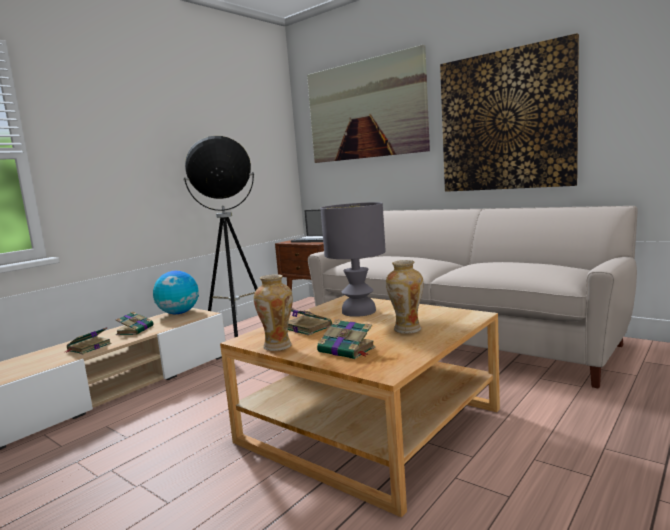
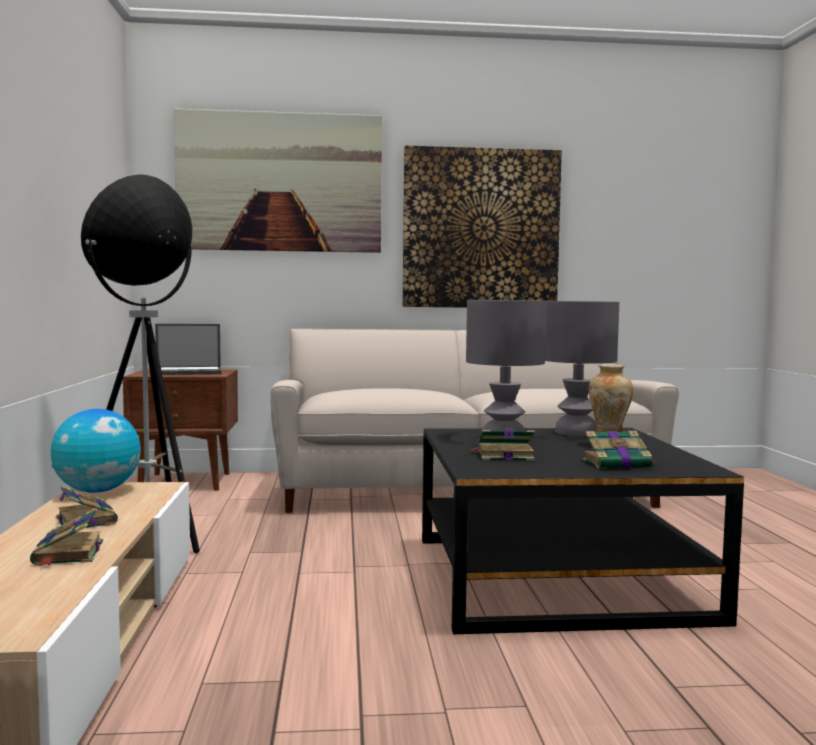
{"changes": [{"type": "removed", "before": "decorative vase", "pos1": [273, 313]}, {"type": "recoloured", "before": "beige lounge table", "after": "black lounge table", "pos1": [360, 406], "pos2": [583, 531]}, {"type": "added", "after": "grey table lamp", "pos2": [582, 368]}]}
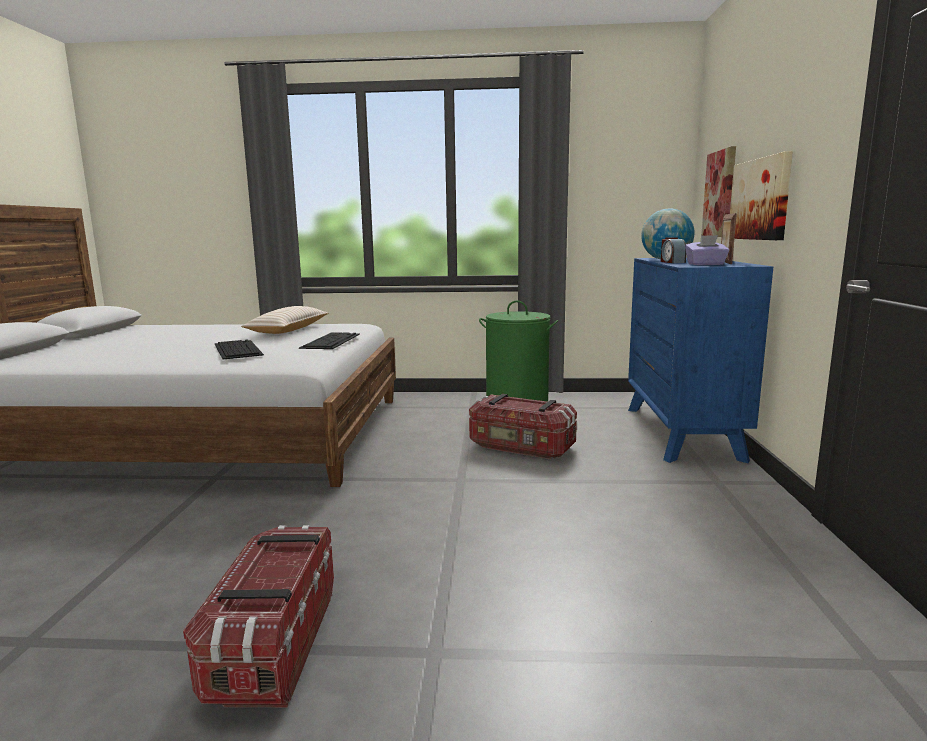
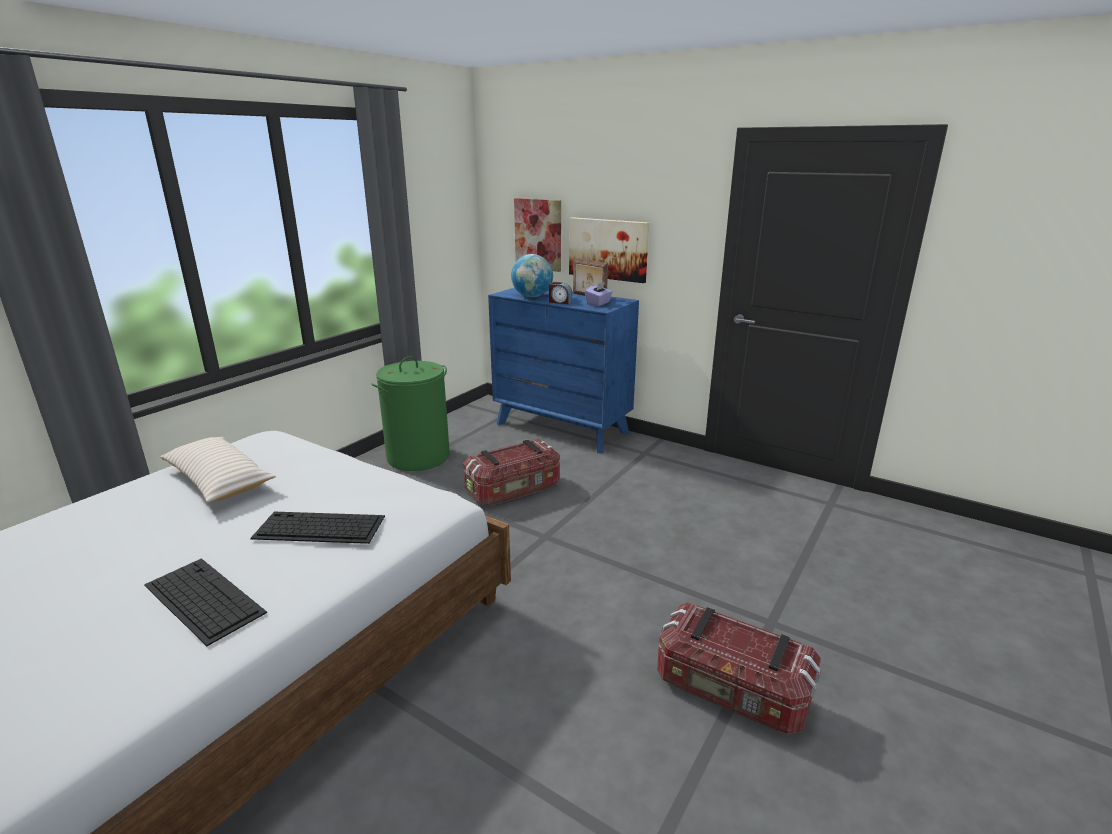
{"changes": [{"type": "moved", "before": "PC keyboard", "pos1": [329, 340], "pos2": [205, 602]}]}
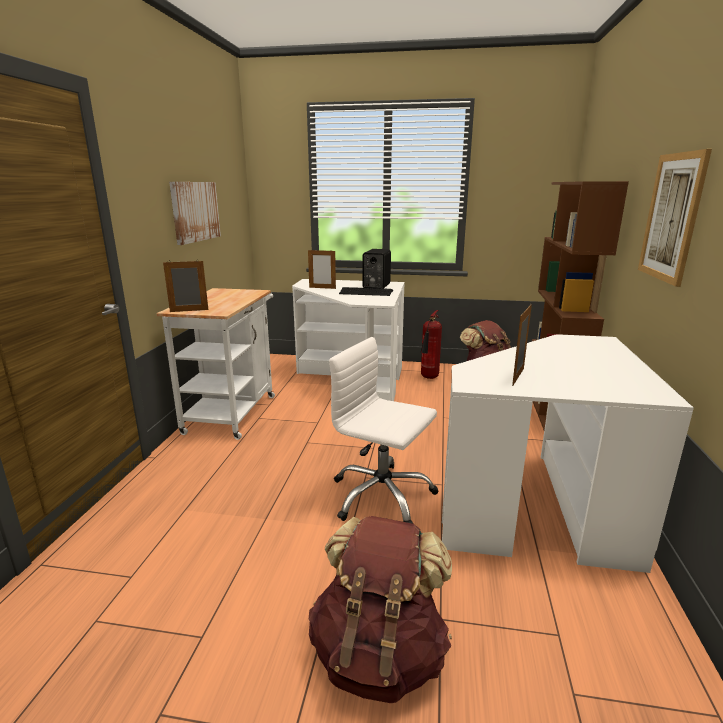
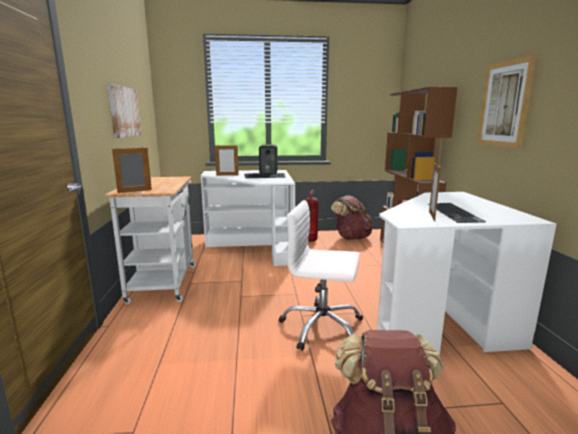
{"changes": [{"type": "added", "after": "PC keyboard", "pos2": [457, 213]}]}
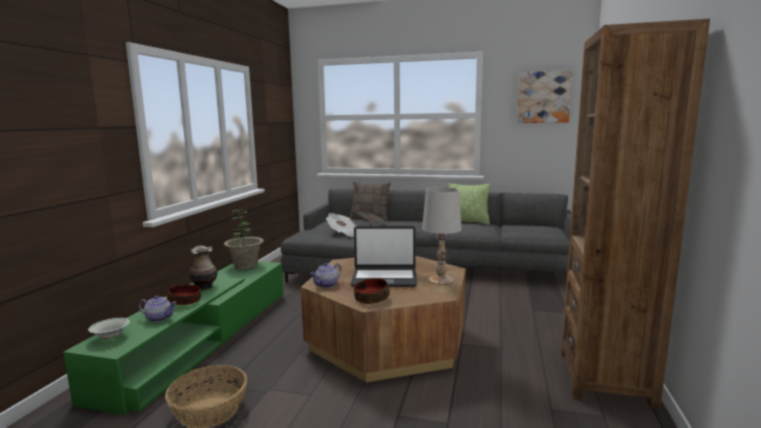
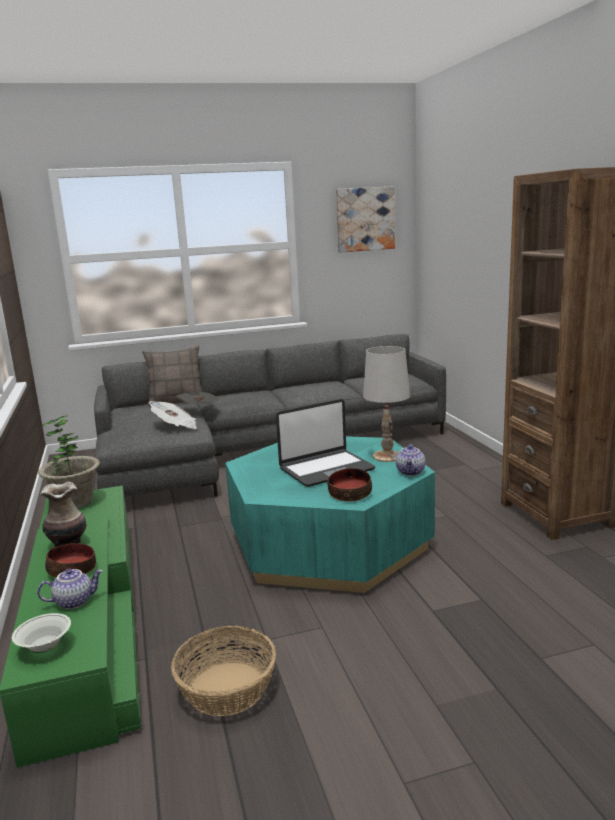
{"changes": [{"type": "removed", "before": "pillow", "pos1": [469, 204]}, {"type": "recoloured", "before": "brown lounge table", "after": "turquoise lounge table", "pos1": [383, 319], "pos2": [330, 514]}, {"type": "moved", "before": "teapot", "pos1": [326, 275], "pos2": [410, 460]}]}
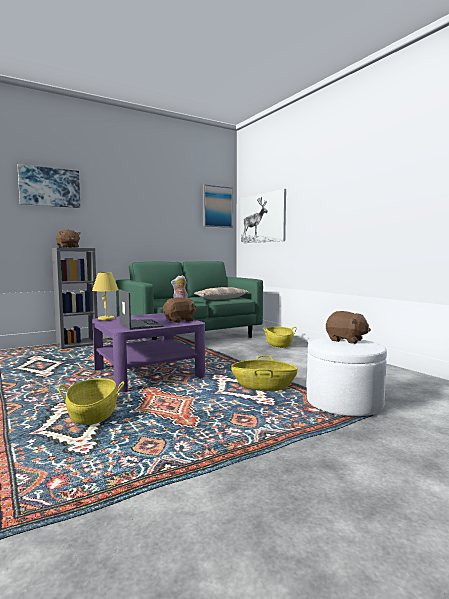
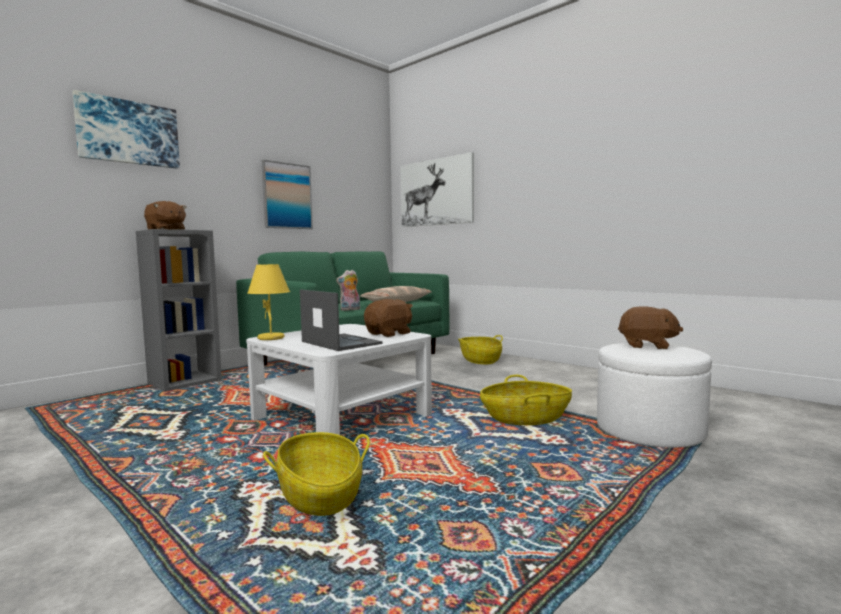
{"changes": [{"type": "moved", "before": "wall picture", "pos1": [218, 206], "pos2": [287, 194]}, {"type": "recoloured", "before": "purplish lounge table", "after": "white lounge table", "pos1": [148, 353], "pos2": [339, 379]}]}
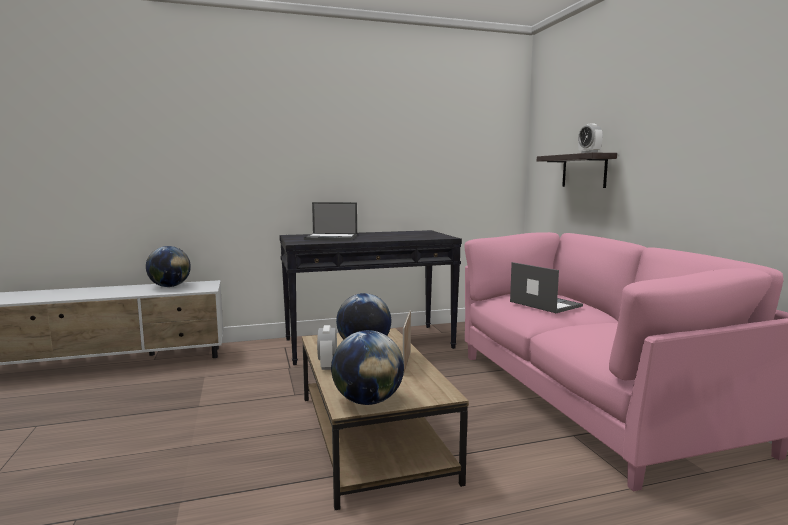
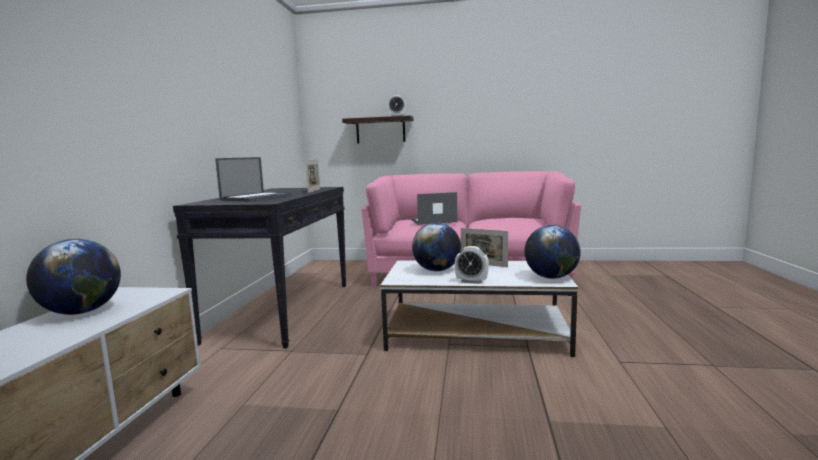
{"changes": [{"type": "recoloured", "before": "brown lounge table", "after": "white lounge table", "pos1": [385, 419], "pos2": [479, 309]}, {"type": "added", "after": "standing frame", "pos2": [313, 176]}]}
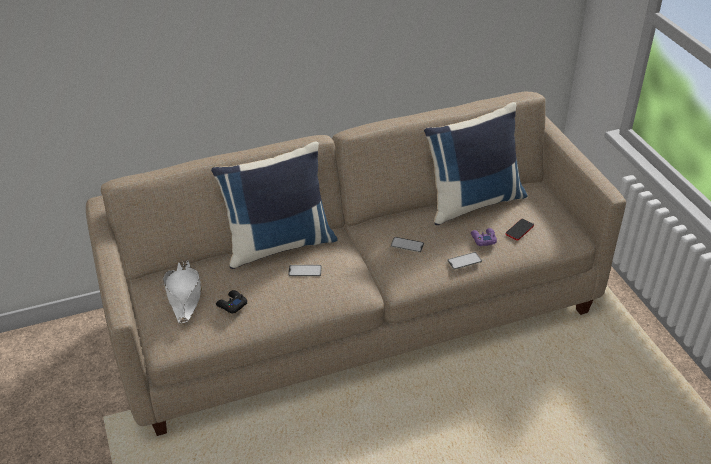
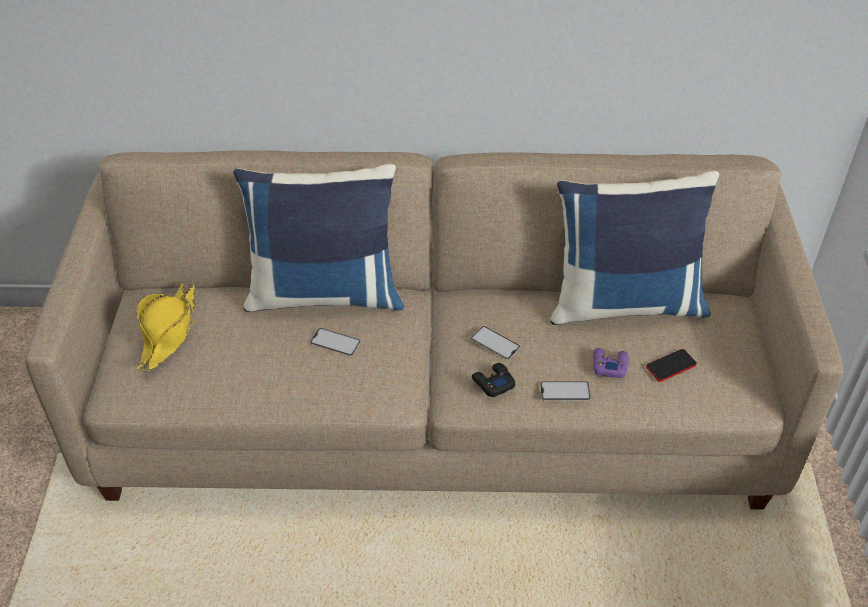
{"changes": [{"type": "recoloured", "before": "white clothing hat", "after": "yellowish clothing hat", "pos1": [182, 292], "pos2": [165, 327]}, {"type": "moved", "before": "black joypad", "pos1": [231, 302], "pos2": [493, 380]}]}
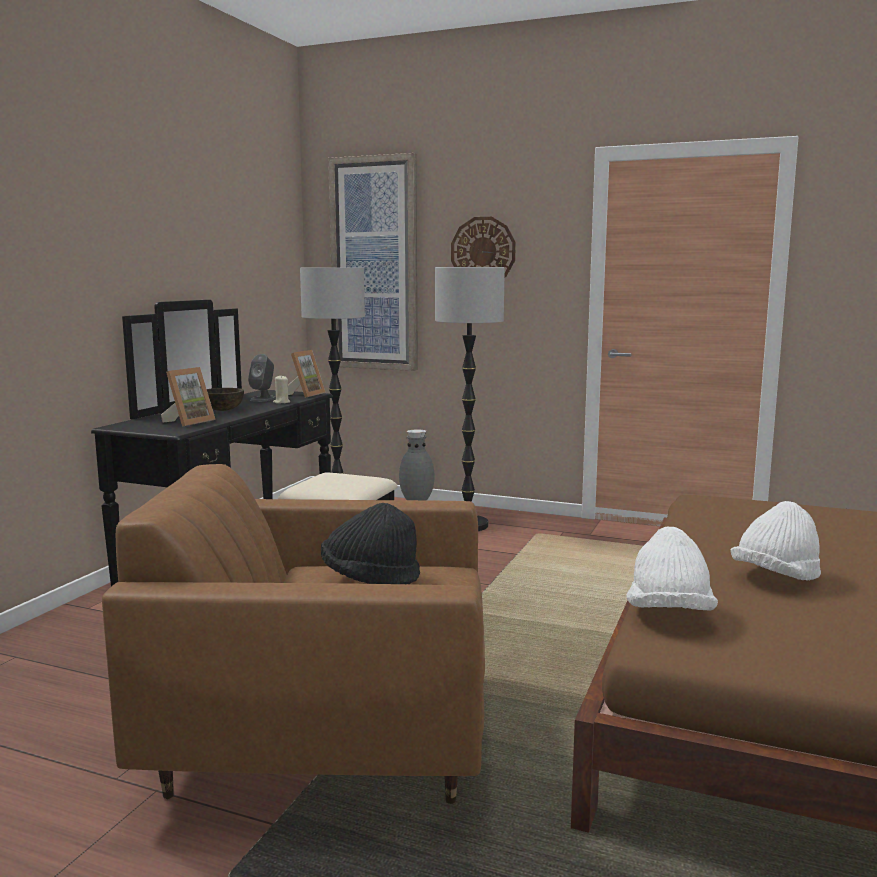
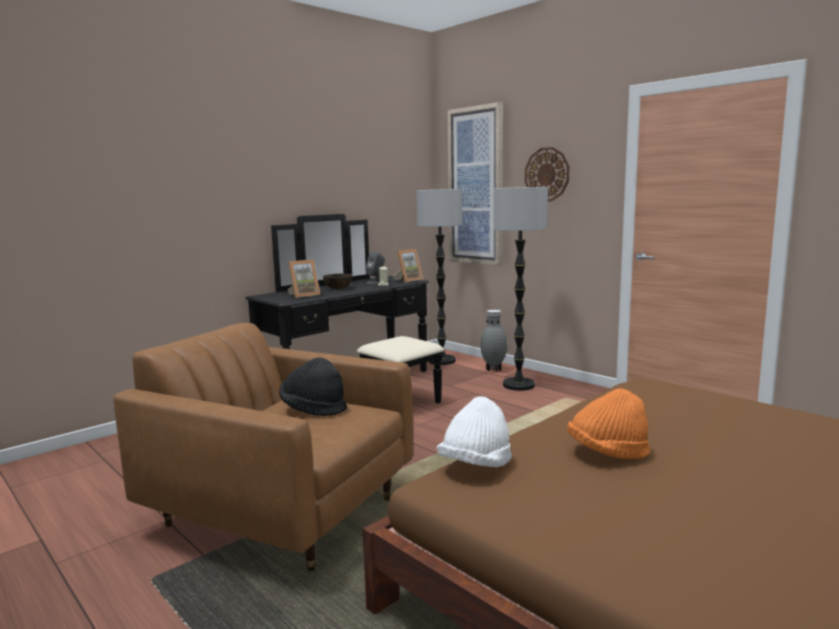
{"changes": [{"type": "recoloured", "before": "white clothing hat", "after": "orange clothing hat", "pos1": [775, 541], "pos2": [608, 423]}]}
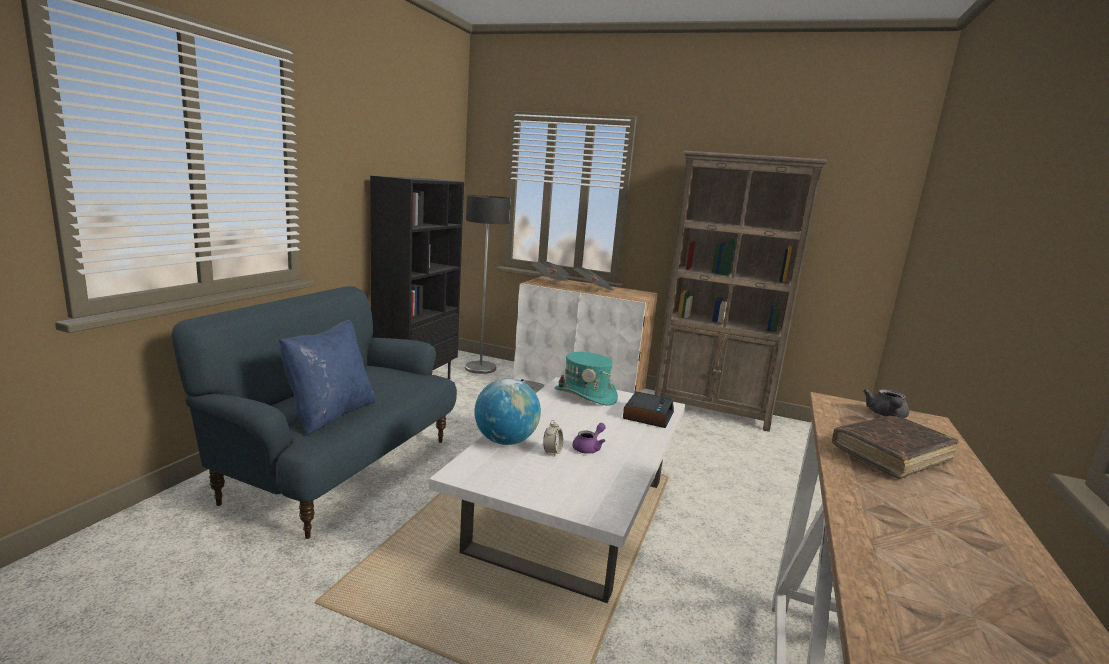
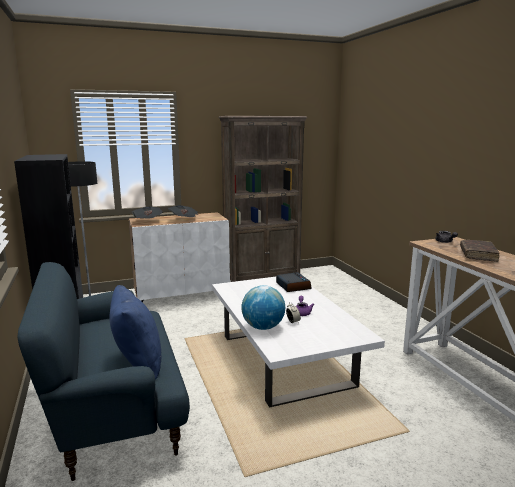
{"changes": [{"type": "removed", "before": "turquoise clothing hat", "pos1": [586, 379]}]}
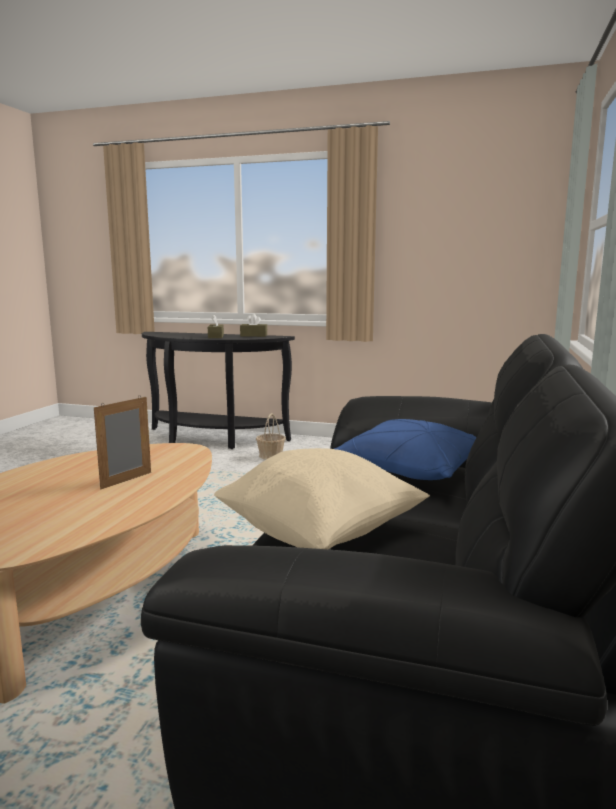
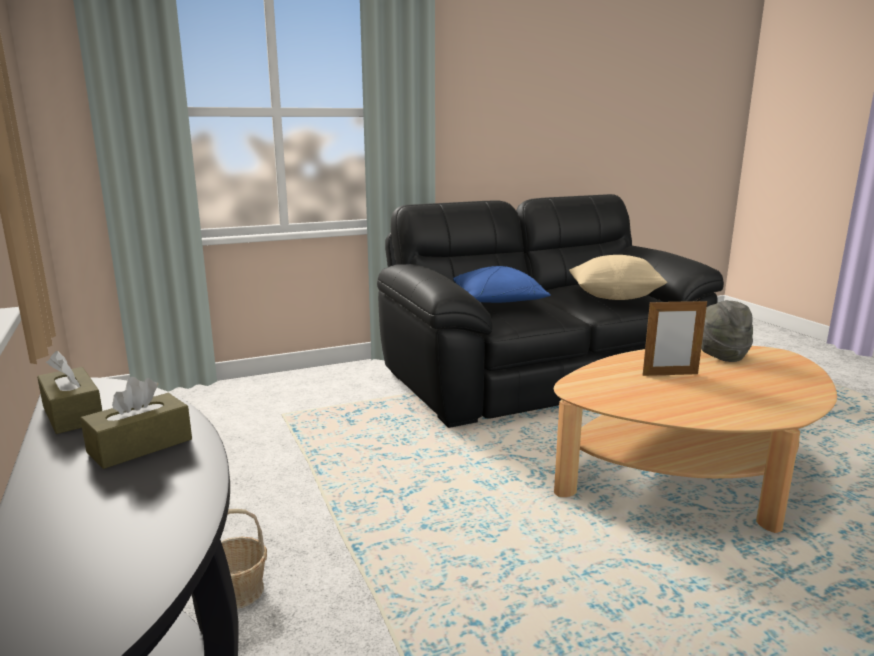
{"changes": [{"type": "added", "after": "grey clothing hat", "pos2": [727, 331]}]}
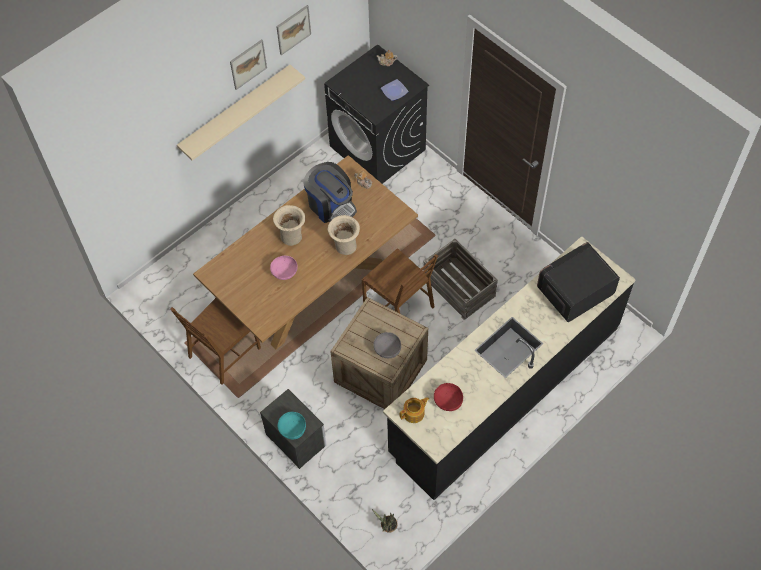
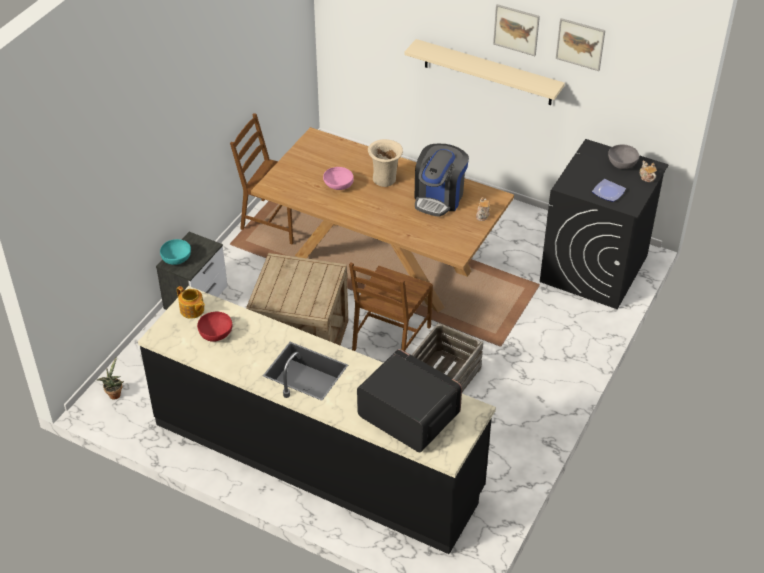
{"changes": [{"type": "removed", "before": "beige decorative vase", "pos1": [344, 235]}, {"type": "moved", "before": "grey deep dish", "pos1": [387, 345], "pos2": [623, 157]}]}
